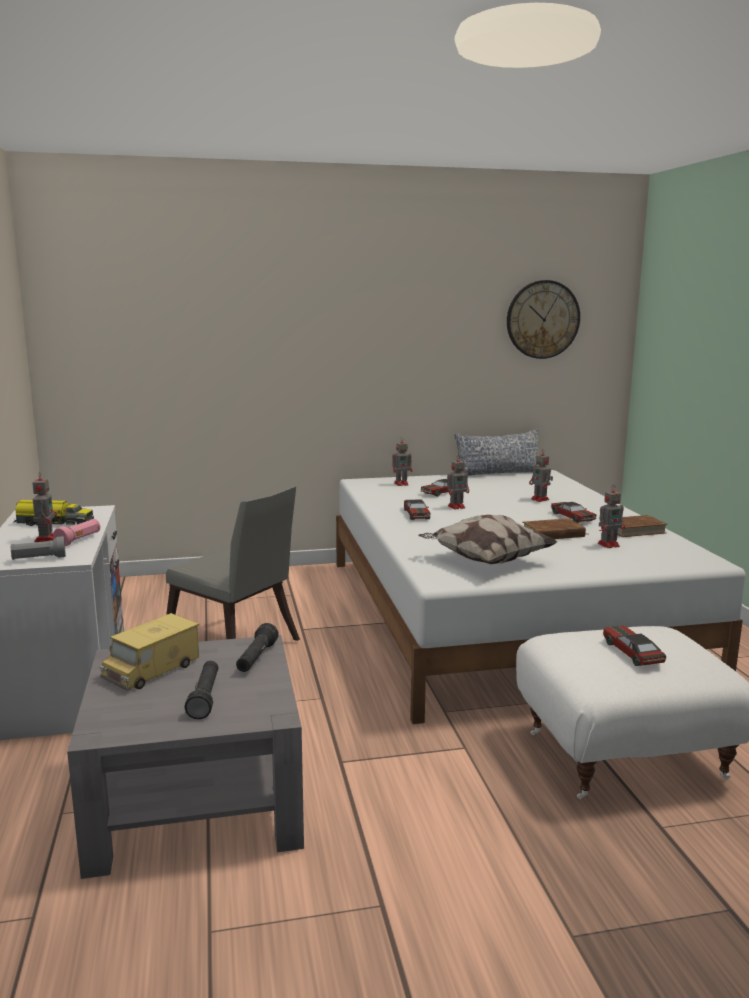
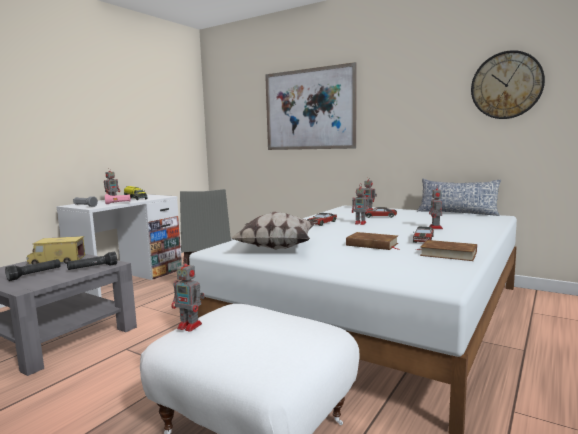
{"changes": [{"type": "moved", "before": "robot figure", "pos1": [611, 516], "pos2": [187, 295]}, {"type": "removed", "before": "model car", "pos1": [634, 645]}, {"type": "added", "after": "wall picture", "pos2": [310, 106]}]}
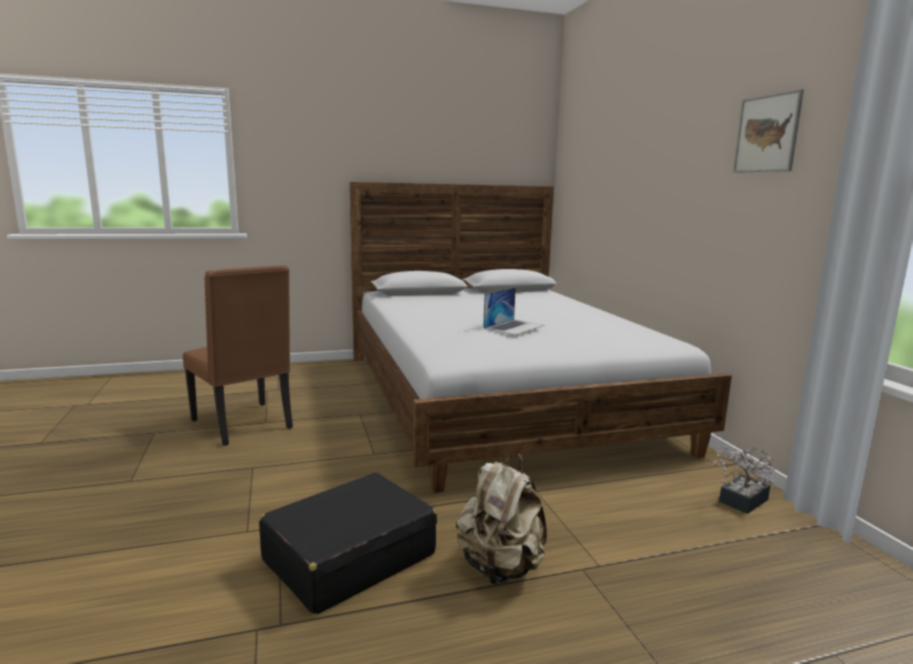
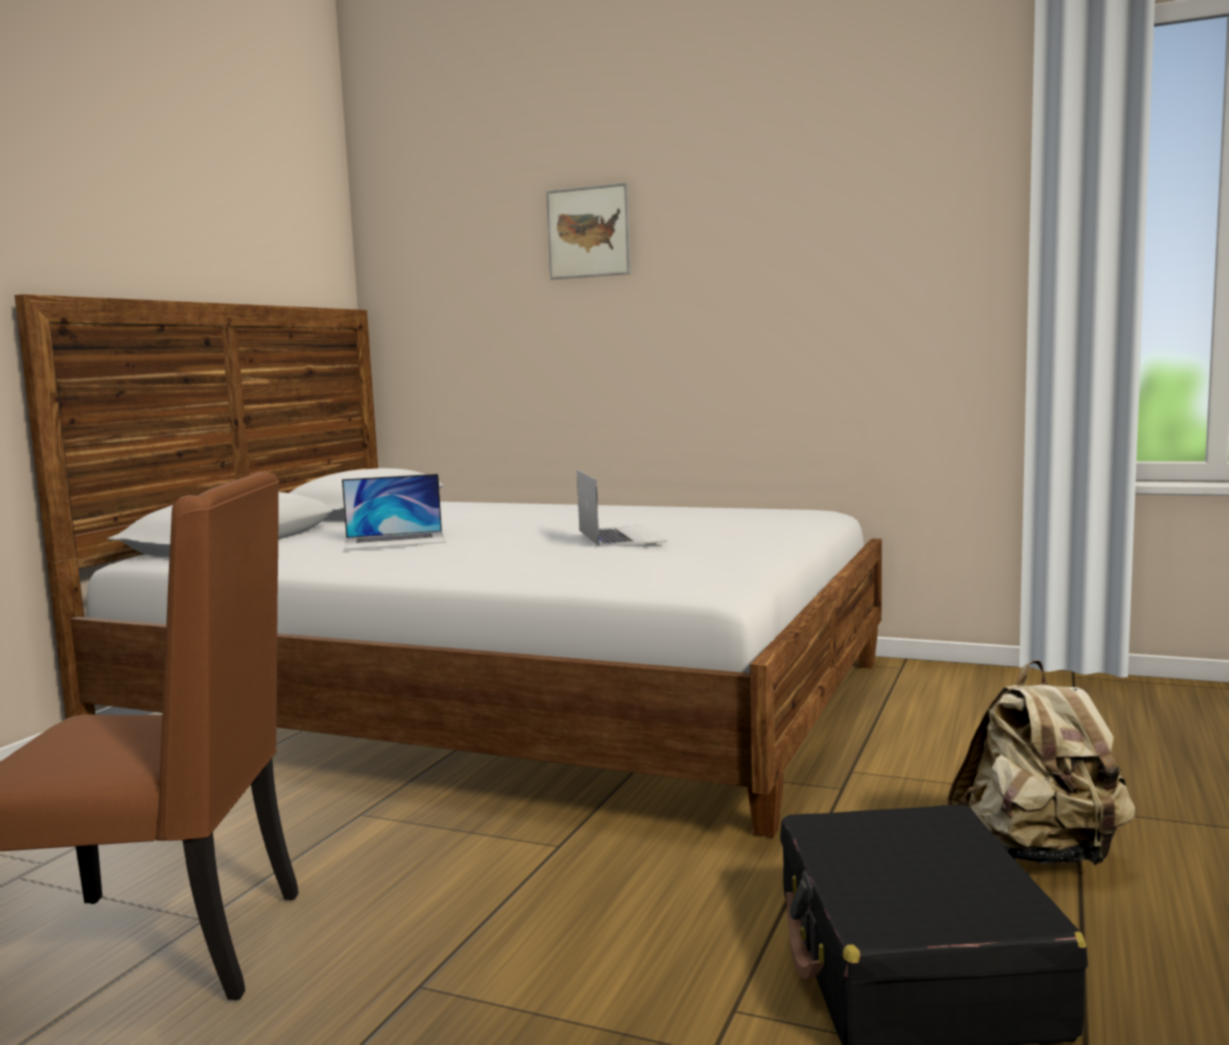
{"changes": [{"type": "moved", "before": "wall picture", "pos1": [768, 131], "pos2": [588, 230]}, {"type": "removed", "before": "plant in a pot", "pos1": [743, 480]}, {"type": "added", "after": "laptop", "pos2": [393, 512]}]}
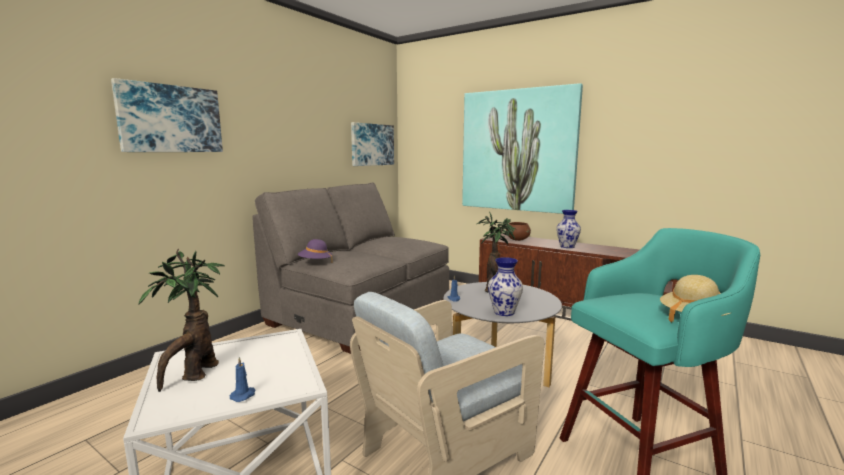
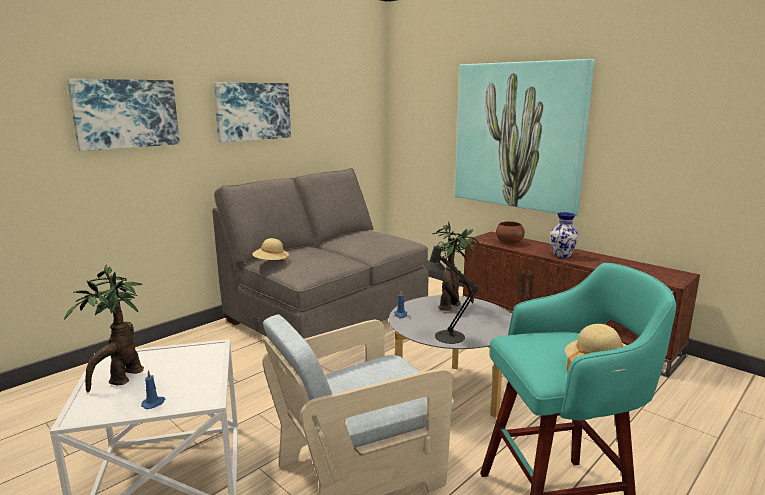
{"changes": [{"type": "moved", "before": "wall picture", "pos1": [372, 144], "pos2": [252, 112]}, {"type": "recoloured", "before": "purplish clothing hat", "after": "beige clothing hat", "pos1": [315, 251], "pos2": [270, 251]}, {"type": "replaced", "before": "decorative vase", "after": "black table lamp", "pos1": [505, 286], "pos2": [450, 293]}]}
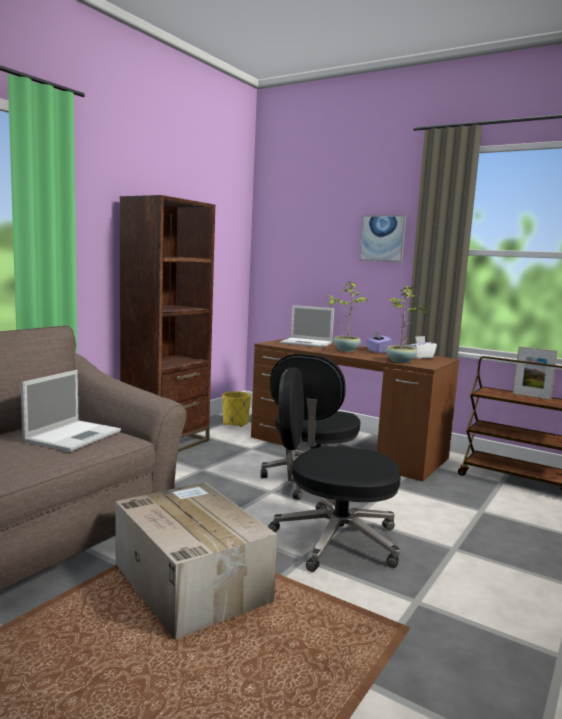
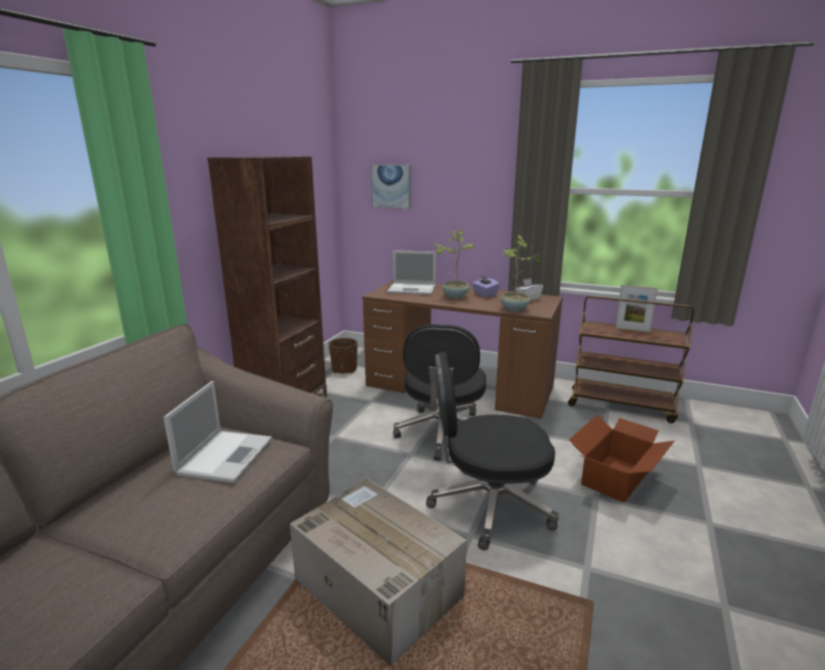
{"changes": [{"type": "moved", "before": "wall picture", "pos1": [383, 238], "pos2": [391, 186]}, {"type": "recoloured", "before": "yellowish flower pot", "after": "brown flower pot", "pos1": [236, 409], "pos2": [343, 356]}, {"type": "added", "after": "packing box", "pos2": [622, 459]}]}
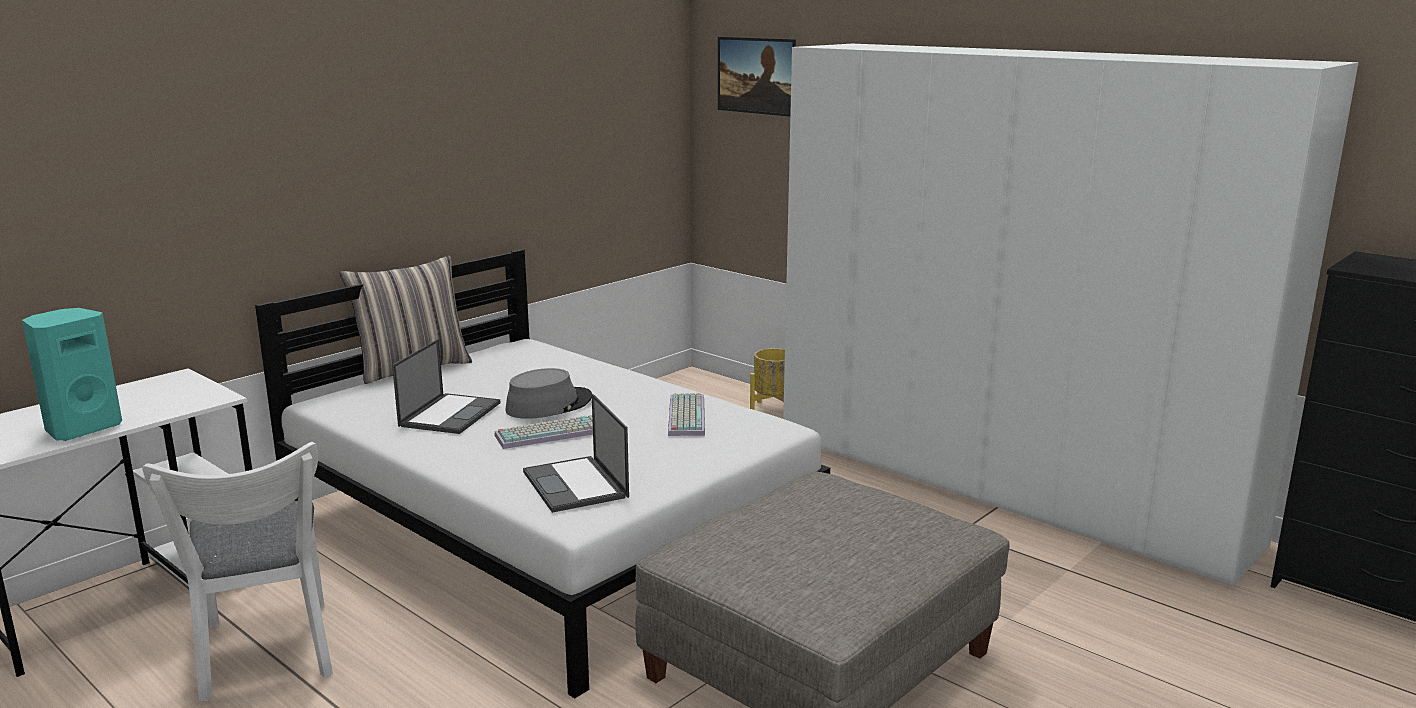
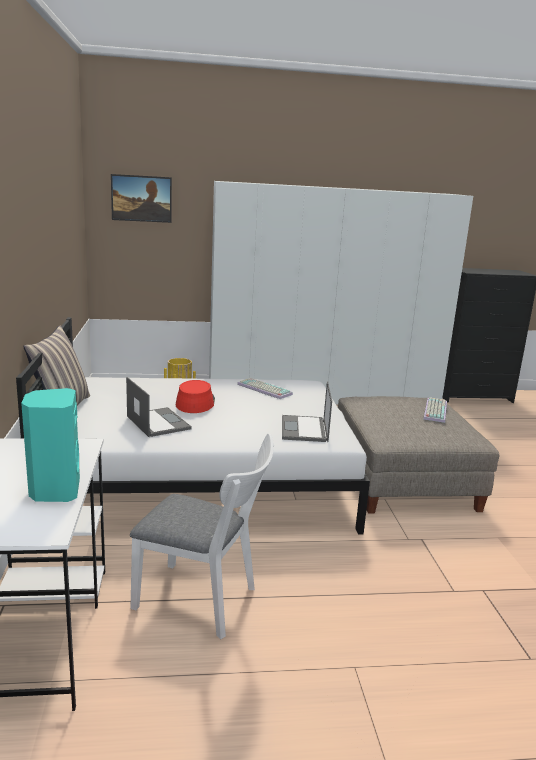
{"changes": [{"type": "recoloured", "before": "grey clothing hat", "after": "red-coloured clothing hat", "pos1": [548, 393], "pos2": [195, 396]}, {"type": "turned", "before": "laptop", "pos1": [576, 453], "pos2": [307, 412], "turn": 75}, {"type": "moved", "before": "PC keyboard", "pos1": [543, 432], "pos2": [435, 410]}]}
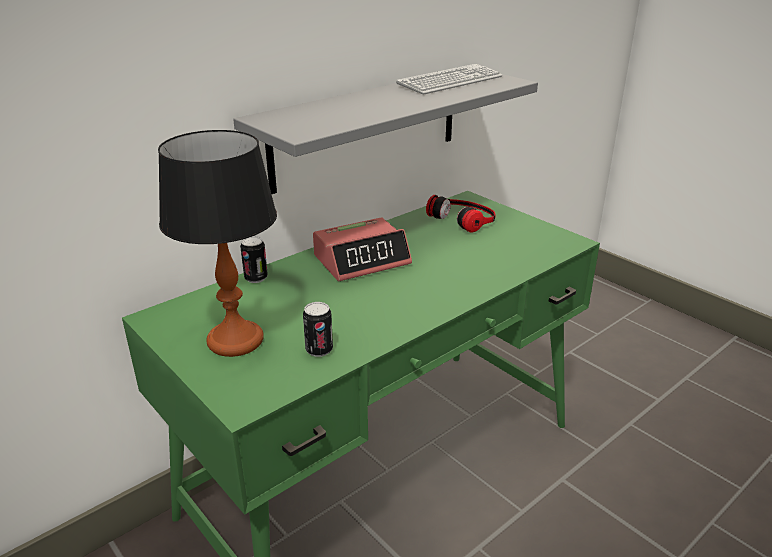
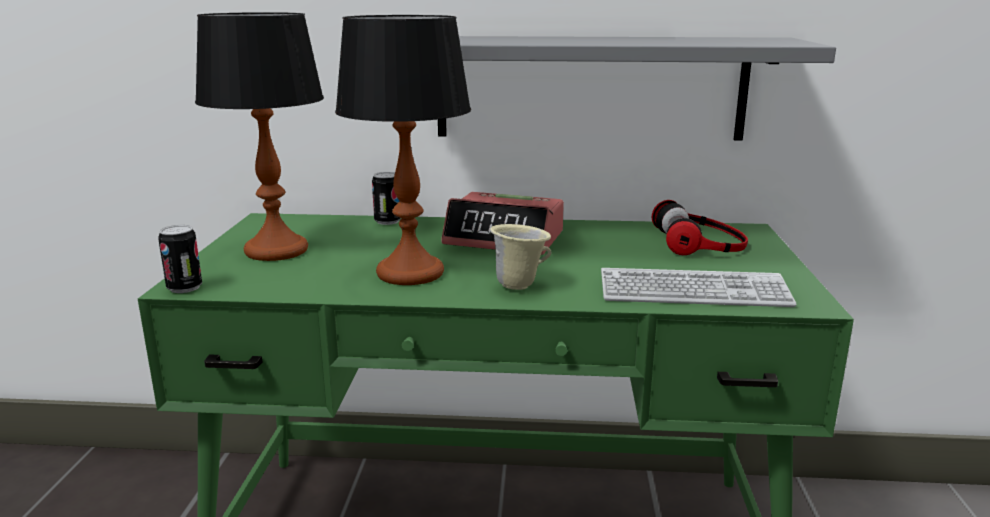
{"changes": [{"type": "moved", "before": "PC keyboard", "pos1": [449, 79], "pos2": [698, 287]}, {"type": "moved", "before": "can", "pos1": [318, 329], "pos2": [180, 259]}, {"type": "added", "after": "table lamp", "pos2": [403, 150]}, {"type": "added", "after": "beige mug", "pos2": [520, 257]}]}
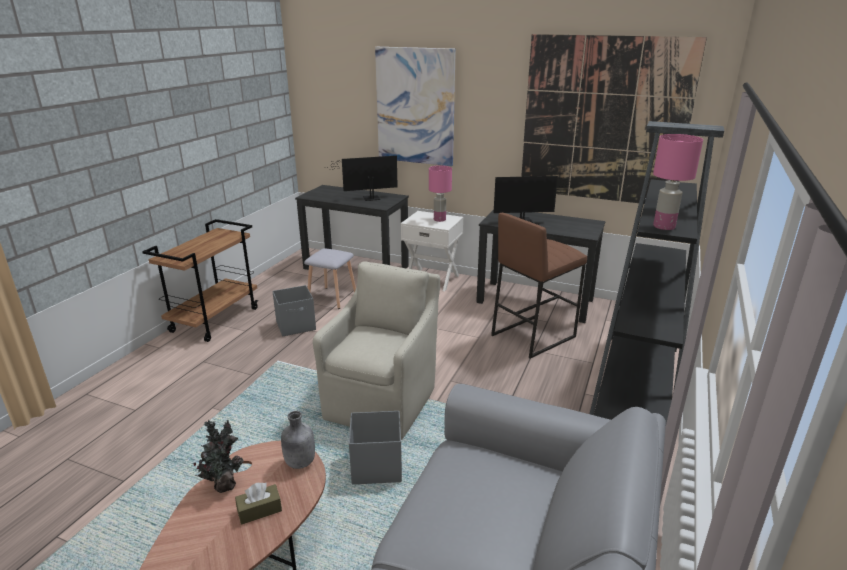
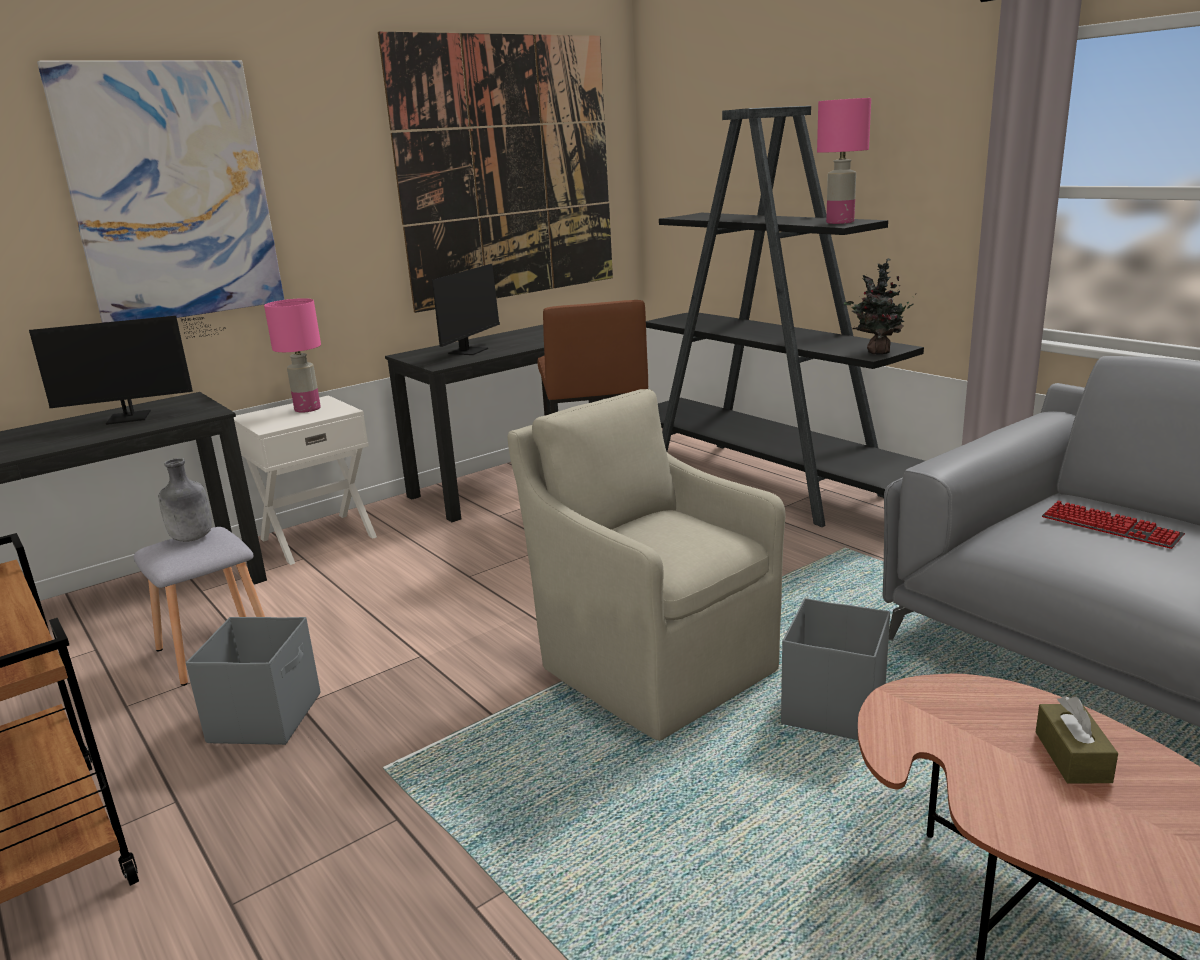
{"changes": [{"type": "turned", "before": "computer display", "pos1": [362, 178], "pos2": [126, 370], "turn": -120}, {"type": "moved", "before": "grey beverage bottle", "pos1": [298, 440], "pos2": [185, 500]}, {"type": "moved", "before": "plant in a pot", "pos1": [219, 456], "pos2": [880, 306]}, {"type": "added", "after": "PC keyboard", "pos2": [1113, 525]}]}
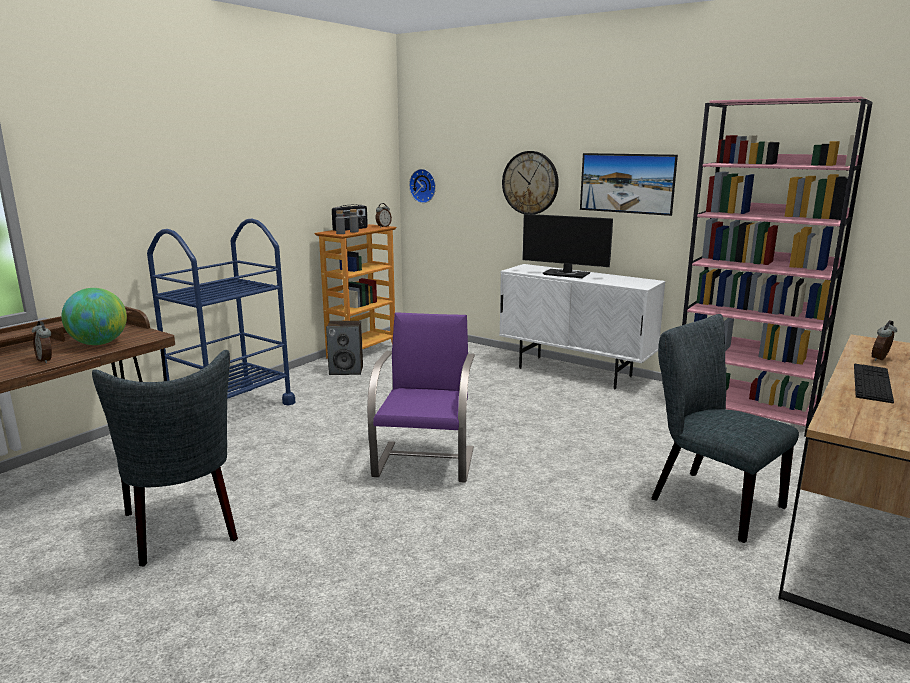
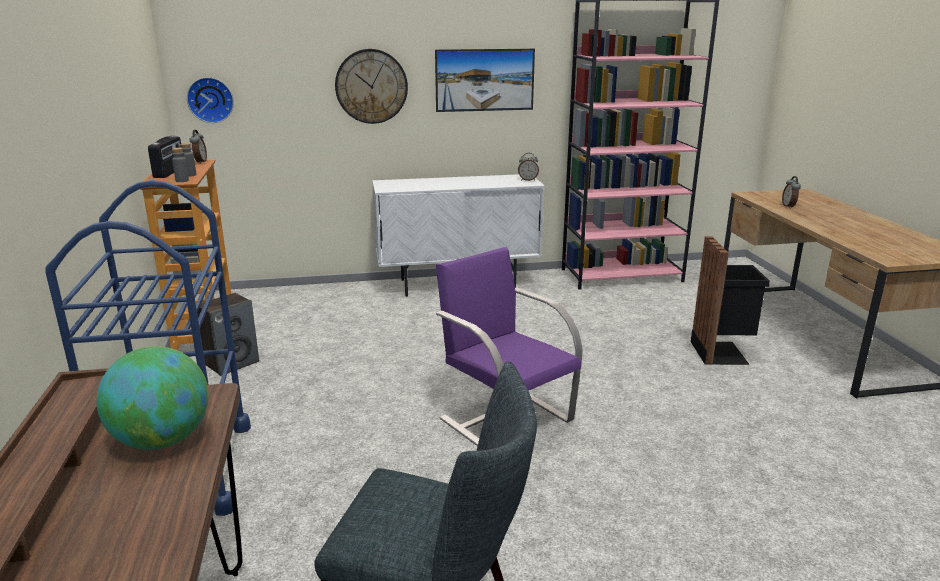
{"changes": [{"type": "removed", "before": "computer display", "pos1": [567, 246]}, {"type": "replaced", "before": "grey plain chair", "after": "black trash can", "pos1": [725, 428], "pos2": [730, 300]}, {"type": "moved", "before": "bedside clock", "pos1": [42, 342], "pos2": [528, 167]}, {"type": "removed", "before": "PC keyboard", "pos1": [874, 383]}]}
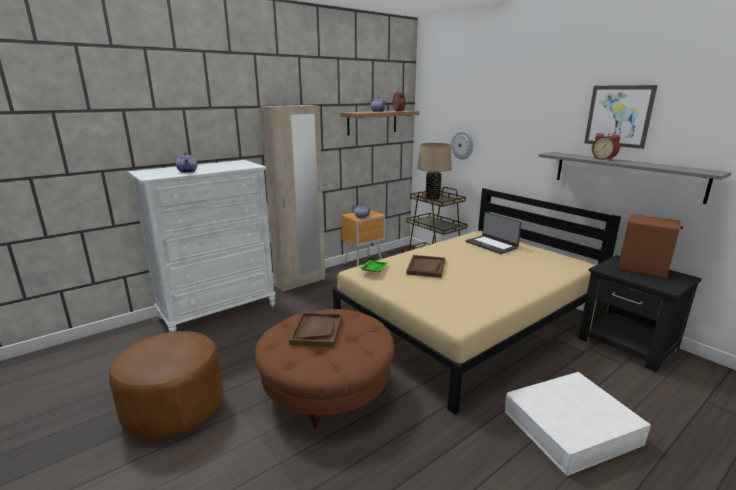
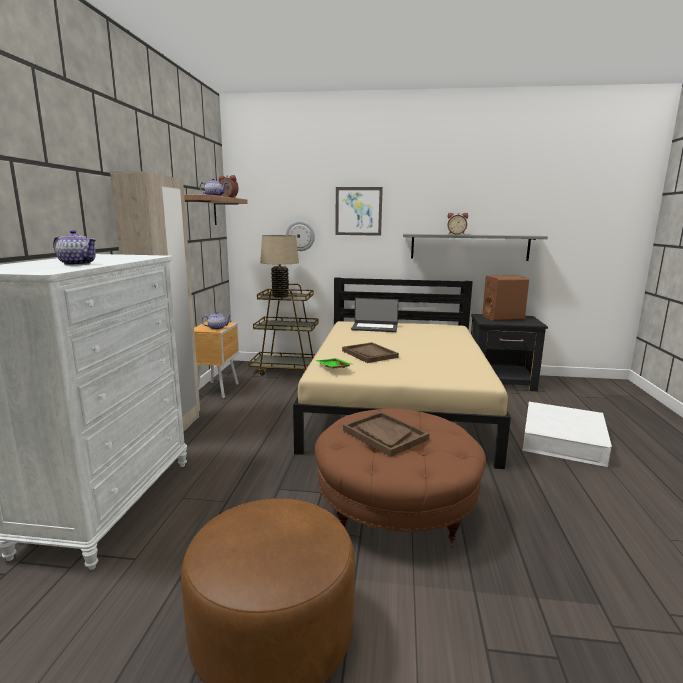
{"changes": [{"type": "moved", "before": "wall picture", "pos1": [621, 117], "pos2": [359, 211]}]}
